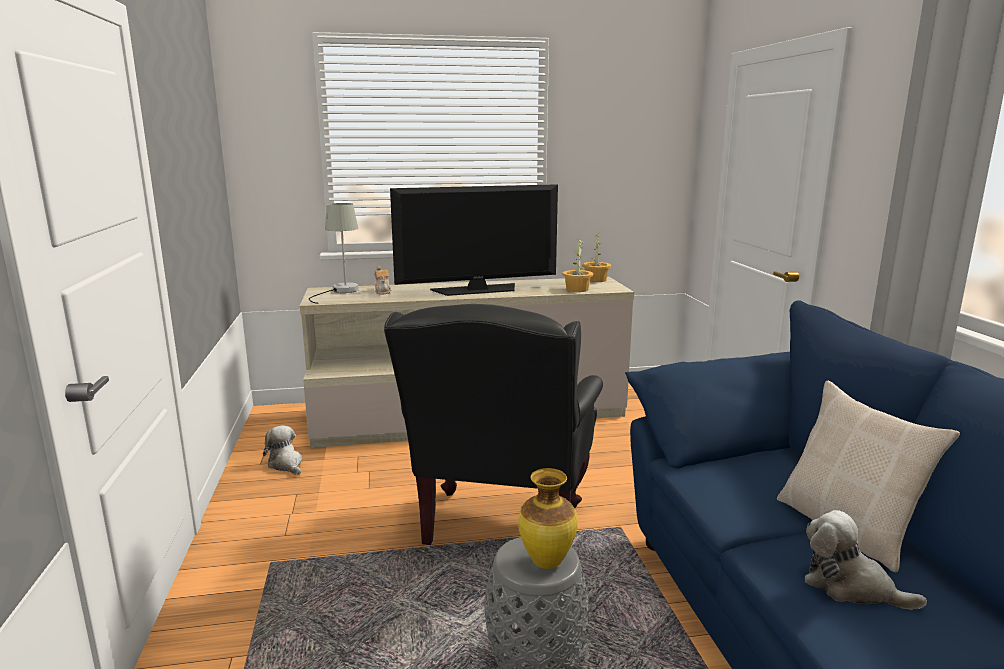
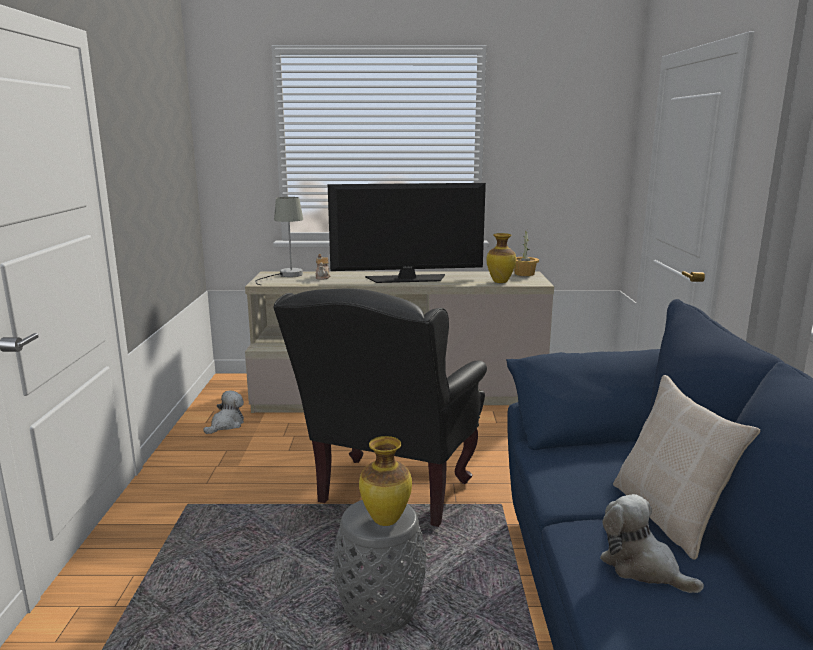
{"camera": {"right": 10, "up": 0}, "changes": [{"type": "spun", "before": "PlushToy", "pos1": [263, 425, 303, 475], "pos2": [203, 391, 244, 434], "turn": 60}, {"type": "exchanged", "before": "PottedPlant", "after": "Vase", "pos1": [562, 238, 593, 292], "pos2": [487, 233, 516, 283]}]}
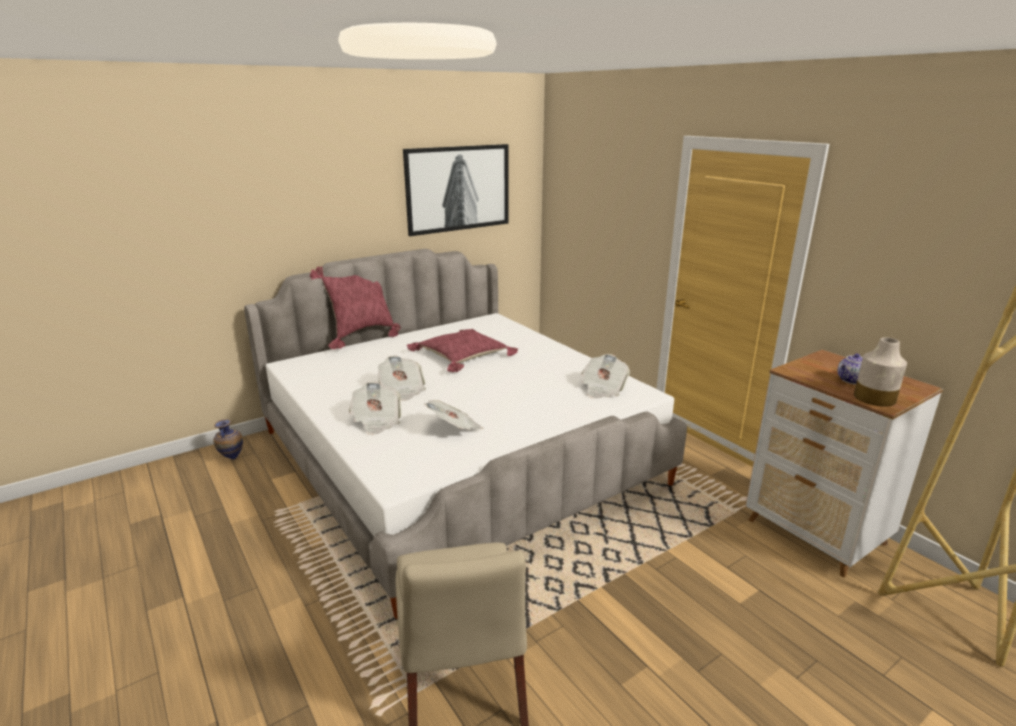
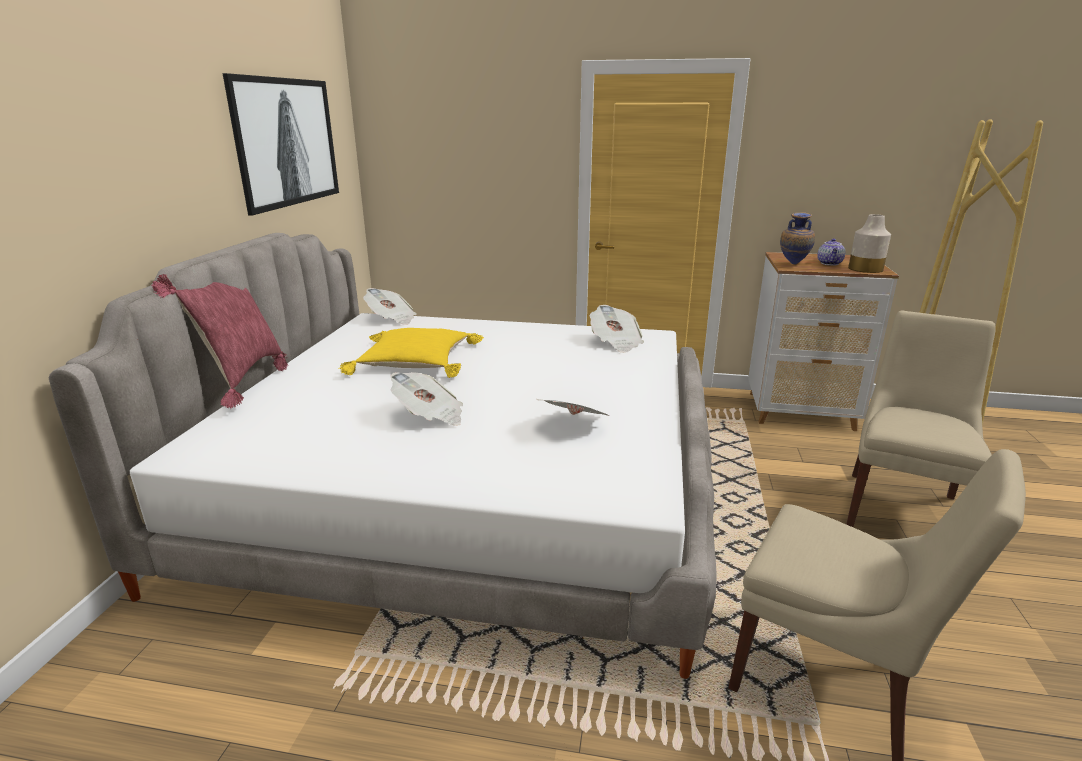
{"camera": {"right": -45, "up": 0}, "changes": [{"type": "relocated", "before": "Vase", "pos1": [213, 419, 243, 460], "pos2": [780, 212, 815, 265]}, {"type": "relocated", "before": "Newspaper", "pos1": [349, 382, 401, 435], "pos2": [363, 288, 417, 325]}, {"type": "colour", "before": "RedPillow", "after": "YellowPillow", "pos1": [407, 329, 518, 372], "pos2": [339, 328, 483, 378]}, {"type": "appeared", "after": "BeigeChair", "pos2": [846, 311, 996, 527]}]}
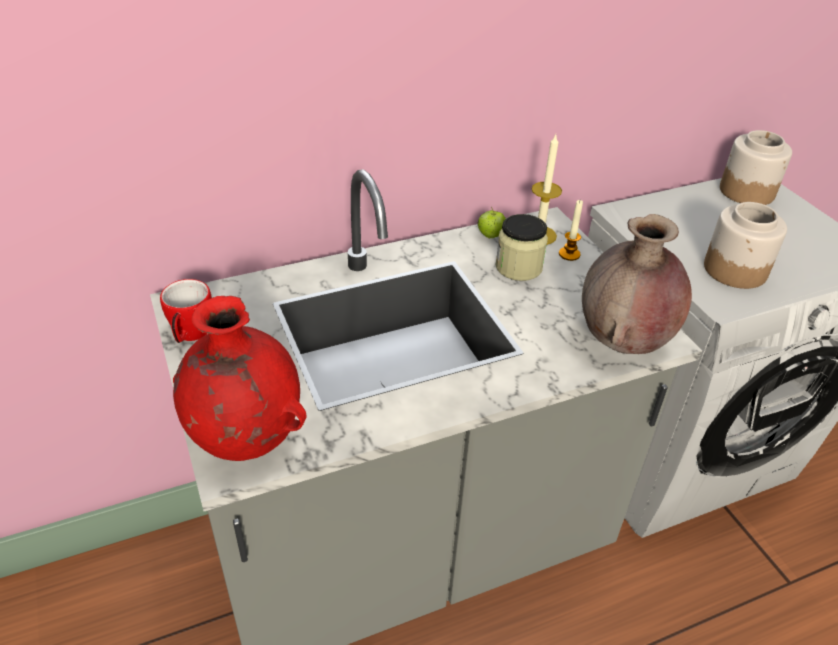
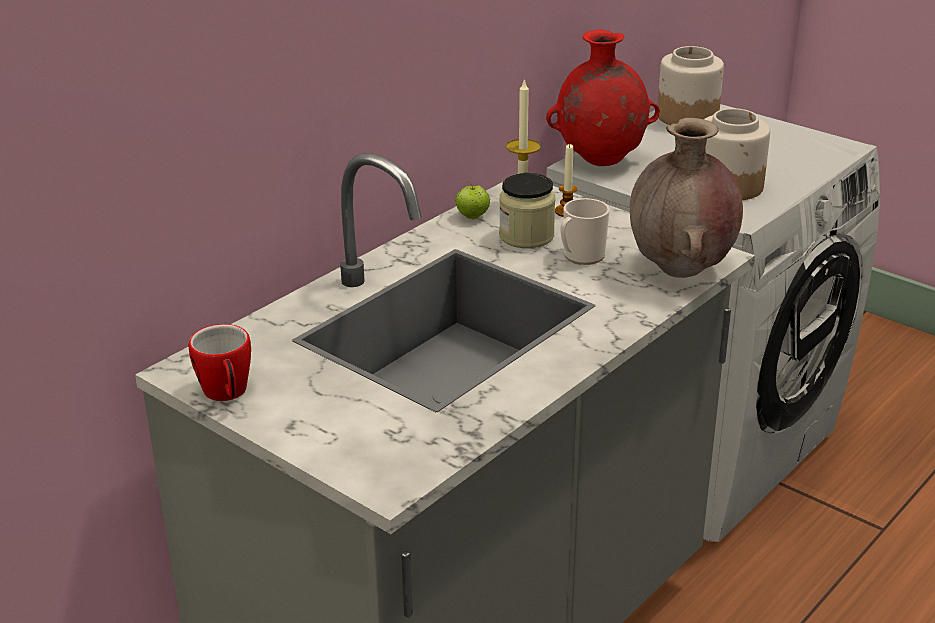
{"camera": {"right": -25, "up": -10}, "changes": [{"type": "relocated", "before": "RedVase", "pos1": [173, 296, 307, 461], "pos2": [546, 29, 660, 166]}, {"type": "appeared", "after": "Mug", "pos2": [560, 198, 610, 265]}]}
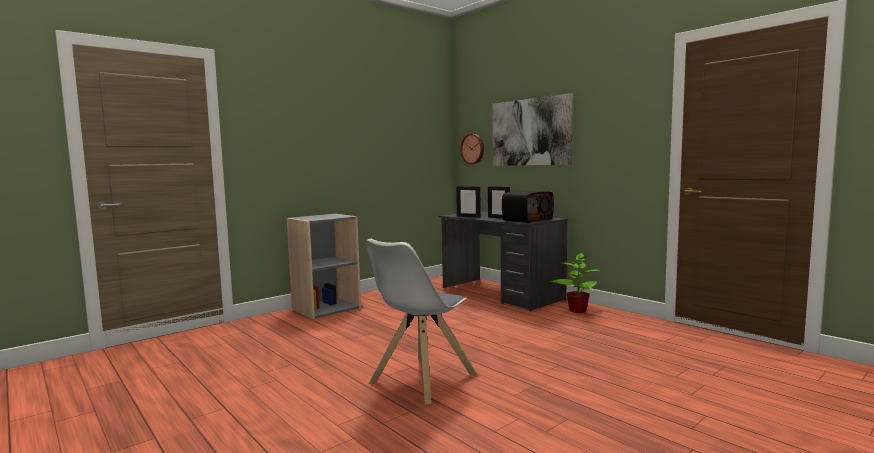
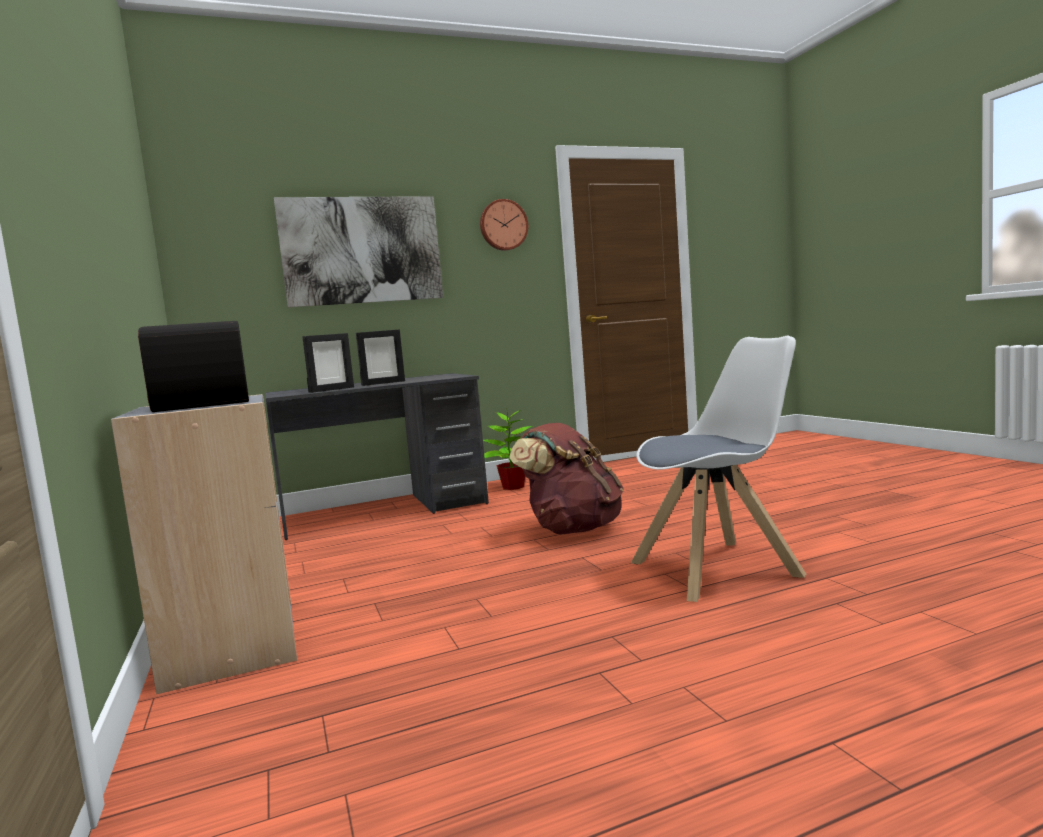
{"camera": {"right": -70, "up": 0}, "changes": [{"type": "spun", "before": "Chair", "pos1": [366, 239, 477, 404], "pos2": [631, 335, 806, 602], "turn": -75}, {"type": "relocated", "before": "WallClock", "pos1": [460, 134, 484, 164], "pos2": [480, 199, 528, 251]}, {"type": "relocated", "before": "Radio", "pos1": [502, 191, 554, 223], "pos2": [138, 321, 249, 412]}, {"type": "appeared", "after": "BrownBackpack", "pos2": [509, 423, 624, 534]}]}
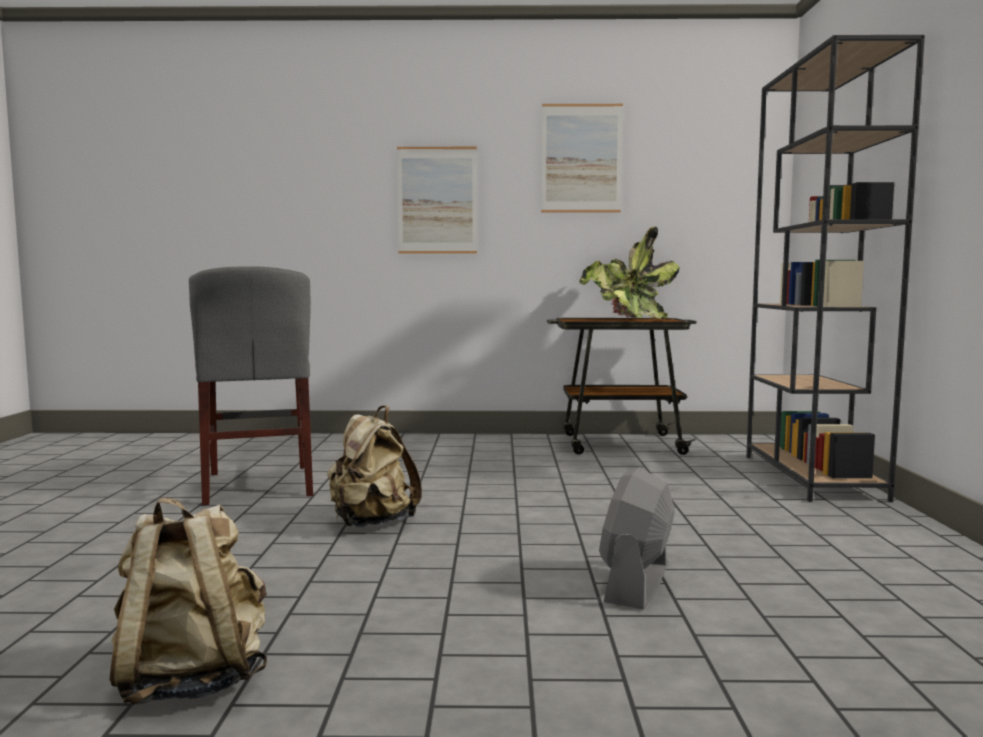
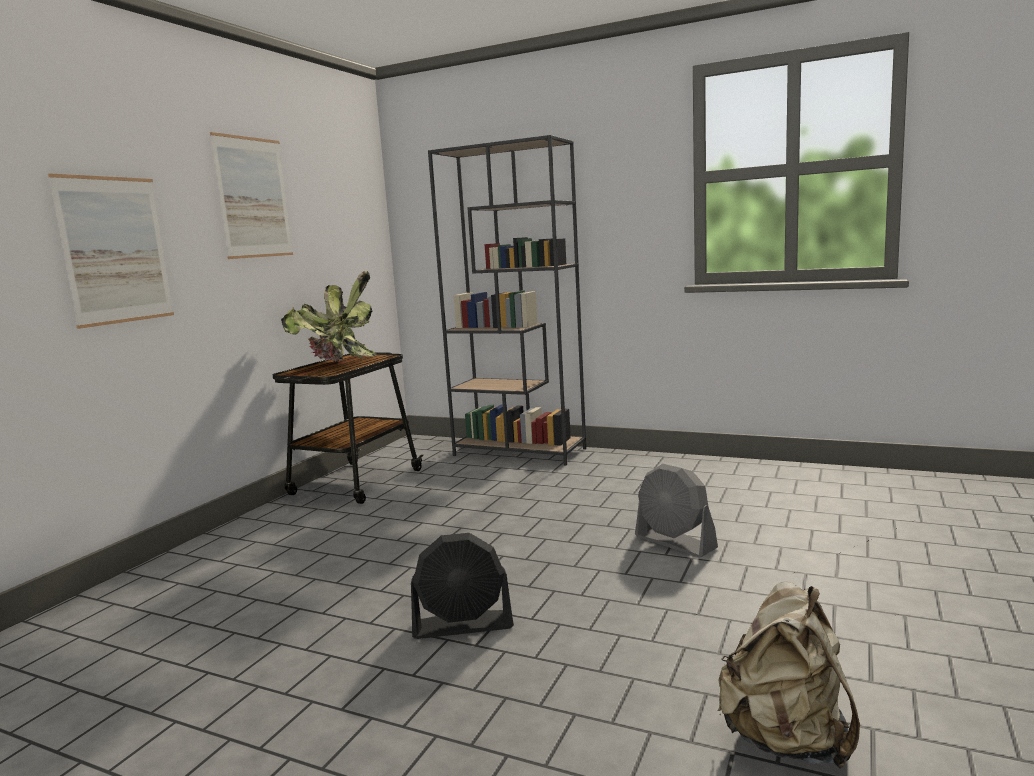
{"camera": {"right": -65, "up": 5}, "changes": [{"type": "missing", "before": "GreyChair", "pos1": [189, 266, 313, 505]}, {"type": "exchanged", "before": "BeigeBackpack", "after": "BlackFan", "pos1": [327, 405, 422, 527], "pos2": [411, 533, 514, 639]}]}
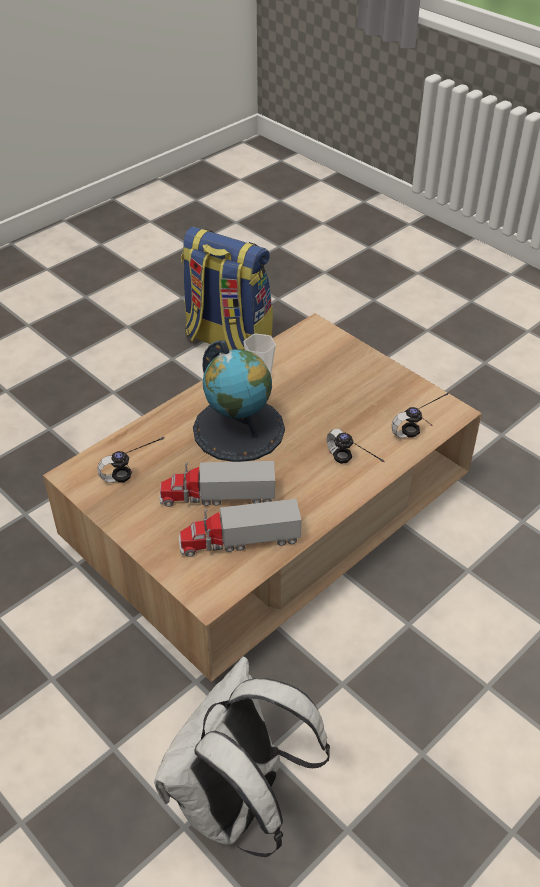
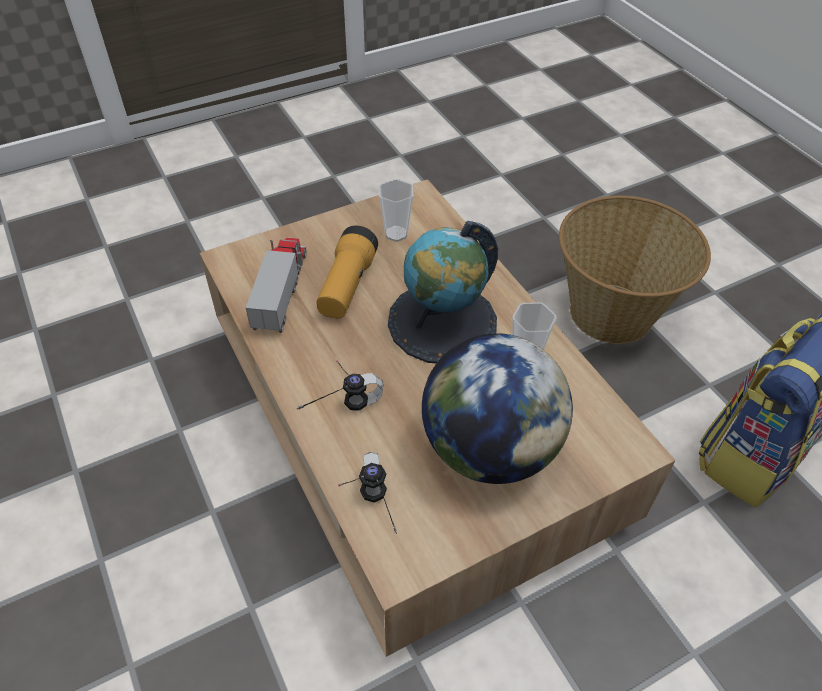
{"camera": {"right": 105, "up": 5}, "changes": [{"type": "exchanged", "before": "Headphones", "after": "Cup", "pos1": [98, 437, 164, 483], "pos2": [379, 179, 413, 242]}, {"type": "missing", "before": "WhiteBackpack", "pos1": [154, 656, 330, 857]}, {"type": "exchanged", "before": "ToyTruck", "after": "Flashlight", "pos1": [160, 461, 275, 507], "pos2": [317, 225, 378, 318]}, {"type": "appeared", "after": "Globe", "pos2": [422, 333, 573, 484]}, {"type": "appeared", "after": "Basket", "pos2": [559, 195, 711, 344]}]}
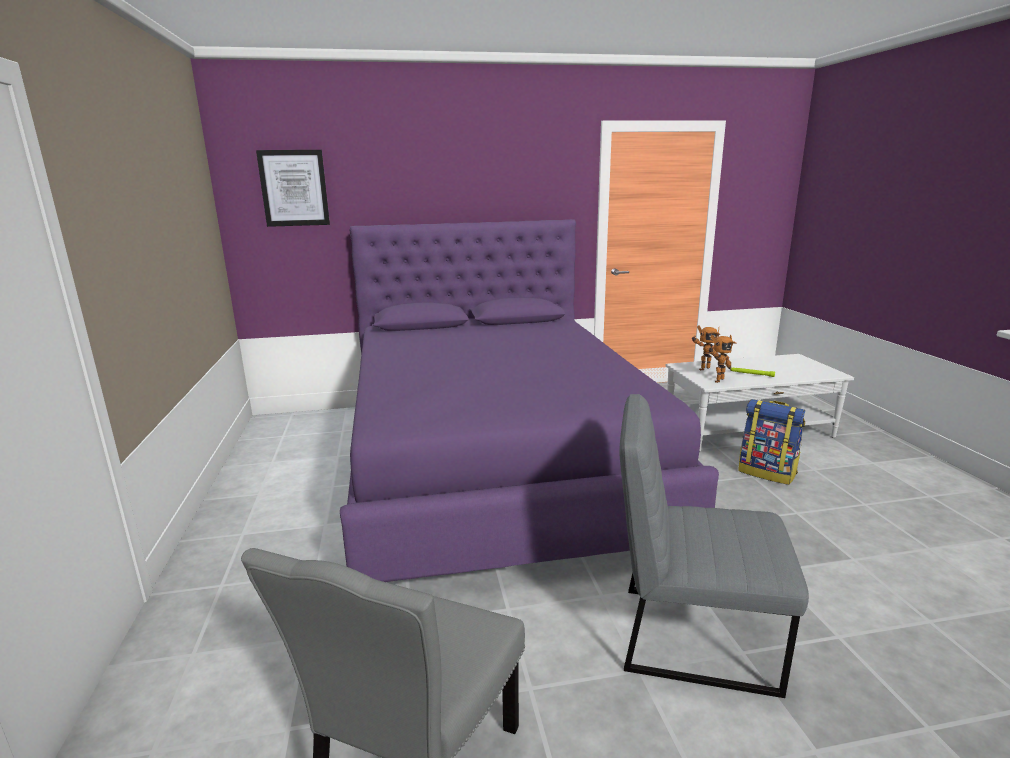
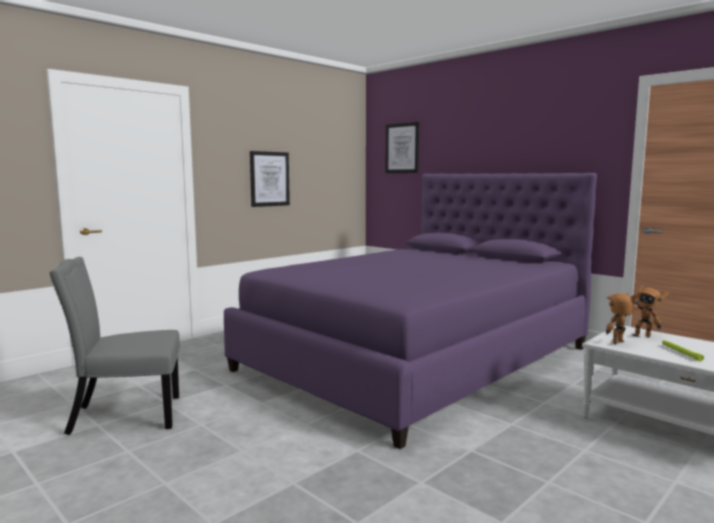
{"camera": {"right": 55, "up": -10}, "changes": [{"type": "missing", "before": "GreyChair", "pos1": [619, 394, 809, 698]}, {"type": "spun", "before": "ToyRobot", "pos1": [709, 335, 737, 383], "pos2": [606, 293, 639, 344], "turn": 135}, {"type": "missing", "before": "Backpack", "pos1": [738, 399, 805, 485]}, {"type": "appeared", "after": "Picture", "pos2": [250, 151, 290, 207]}]}
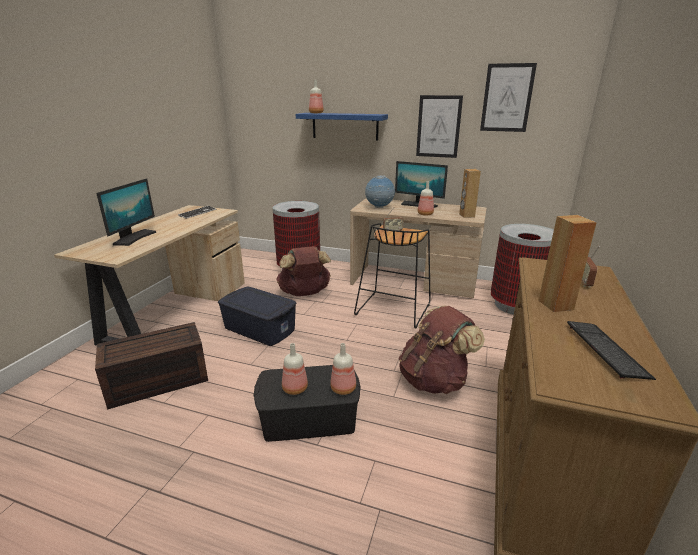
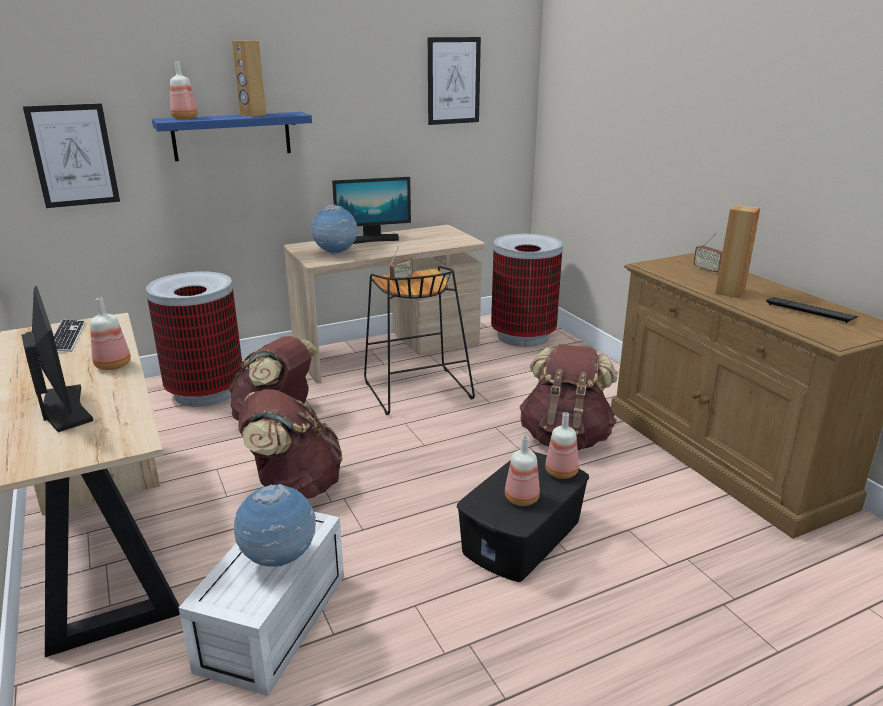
{"camera": {"right": -45, "up": 0}, "changes": [{"type": "colour", "before": "BrownStorageBox", "after": "WhiteStorageBox", "pos1": [95, 322, 208, 410], "pos2": [179, 512, 344, 696]}, {"type": "exchanged", "before": "BlueStorageBox", "after": "BrownBackpack", "pos1": [218, 287, 296, 346], "pos2": [239, 389, 343, 499]}, {"type": "relocated", "before": "Picture", "pos1": [416, 95, 463, 158], "pos2": [23, 103, 120, 208]}, {"type": "relocated", "before": "Bottle", "pos1": [418, 181, 434, 216], "pos2": [90, 298, 131, 370]}, {"type": "relocated", "before": "BrownSpeaker", "pos1": [459, 169, 481, 218], "pos2": [232, 40, 266, 117]}, {"type": "appeared", "after": "Globe", "pos2": [234, 484, 316, 567]}]}
